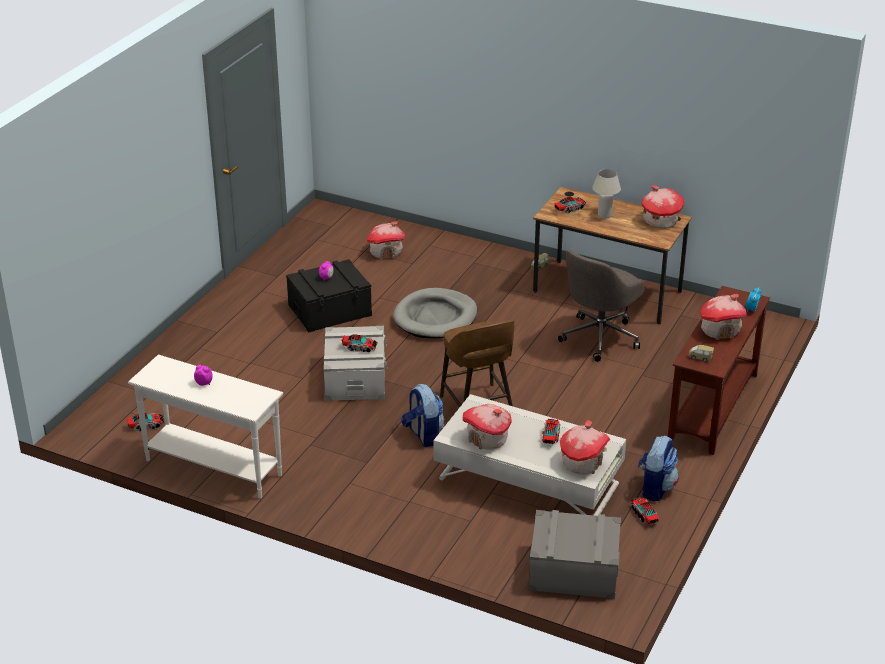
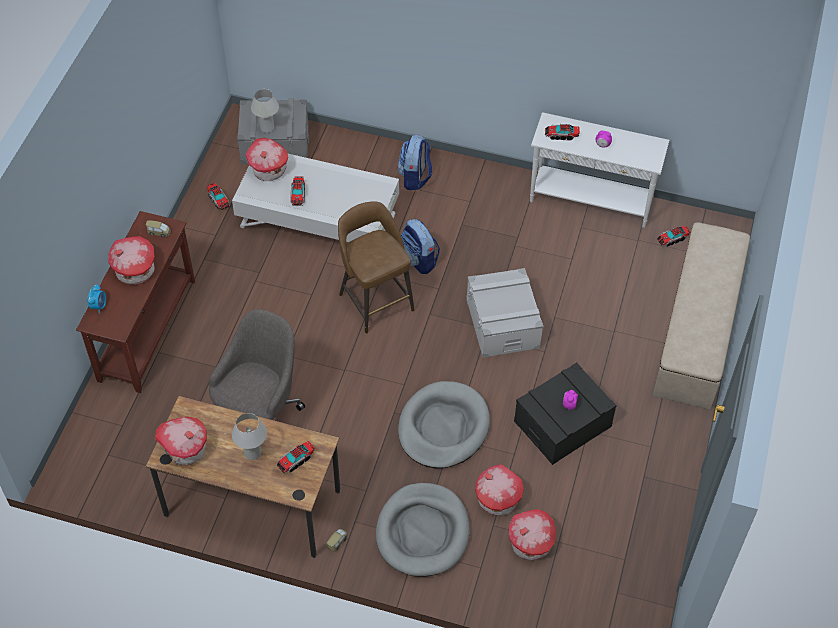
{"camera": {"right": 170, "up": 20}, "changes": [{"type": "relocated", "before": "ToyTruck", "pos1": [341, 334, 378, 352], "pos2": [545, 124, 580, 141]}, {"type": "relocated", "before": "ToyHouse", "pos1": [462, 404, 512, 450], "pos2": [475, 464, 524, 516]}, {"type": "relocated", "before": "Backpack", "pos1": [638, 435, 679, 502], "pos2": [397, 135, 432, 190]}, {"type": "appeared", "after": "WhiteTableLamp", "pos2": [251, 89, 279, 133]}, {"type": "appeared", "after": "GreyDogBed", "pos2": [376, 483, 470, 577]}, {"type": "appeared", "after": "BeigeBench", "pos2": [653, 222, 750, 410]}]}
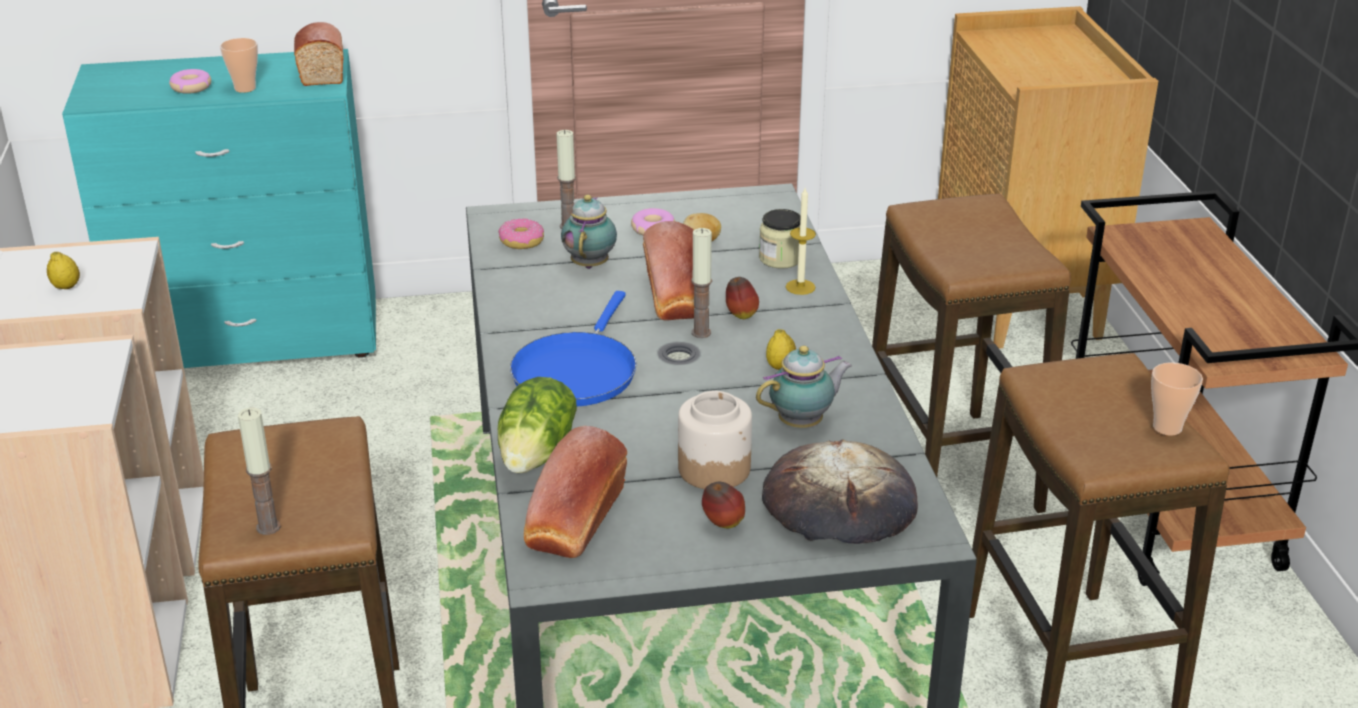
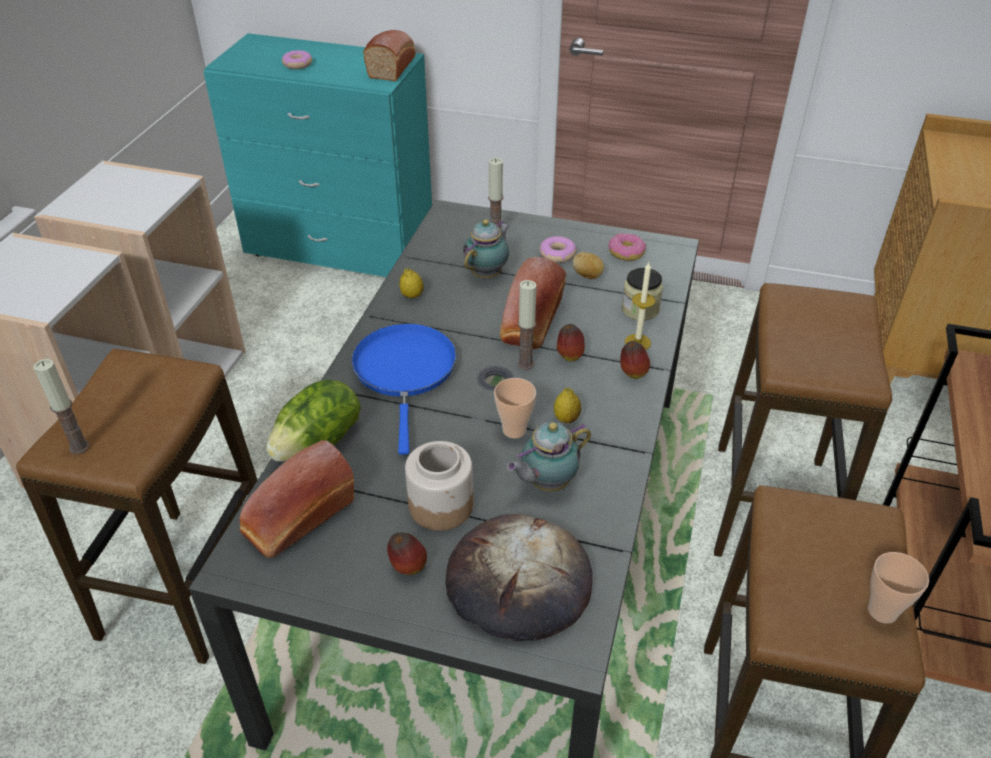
{"camera": {"right": 25, "up": 10}, "changes": [{"type": "relocated", "before": "Lemon", "pos1": [47, 252, 80, 289], "pos2": [399, 268, 424, 298]}, {"type": "relocated", "before": "Cup", "pos1": [220, 38, 258, 93], "pos2": [494, 378, 536, 438]}, {"type": "relocated", "before": "Donut", "pos1": [498, 218, 544, 249], "pos2": [609, 233, 646, 261]}, {"type": "spun", "before": "BlueFryingPan", "pos1": [510, 291, 636, 406], "pos2": [351, 324, 456, 455], "turn": 135}, {"type": "spun", "before": "Teapot", "pos1": [756, 345, 852, 428], "pos2": [506, 422, 591, 492], "turn": 150}, {"type": "appeared", "after": "Apple", "pos2": [620, 341, 650, 379]}]}
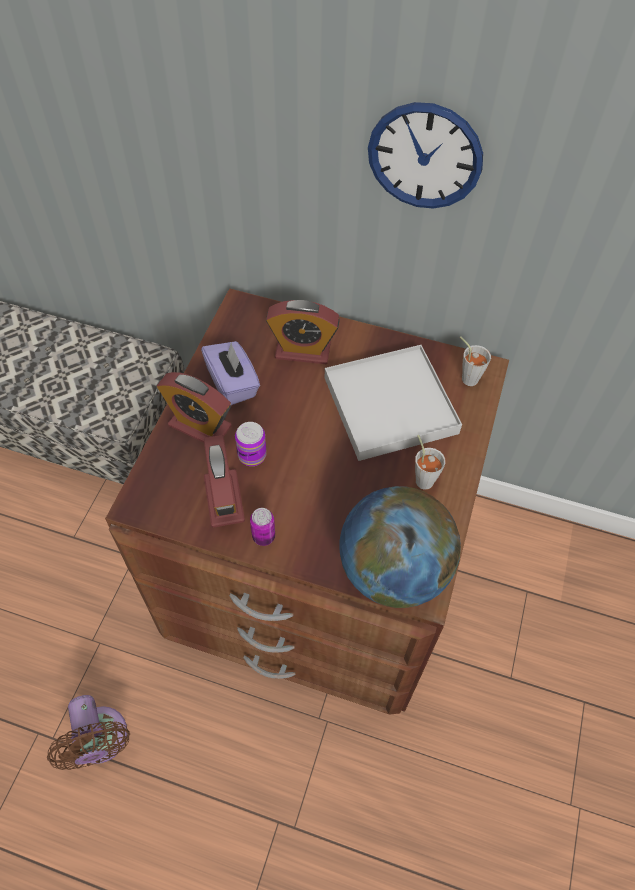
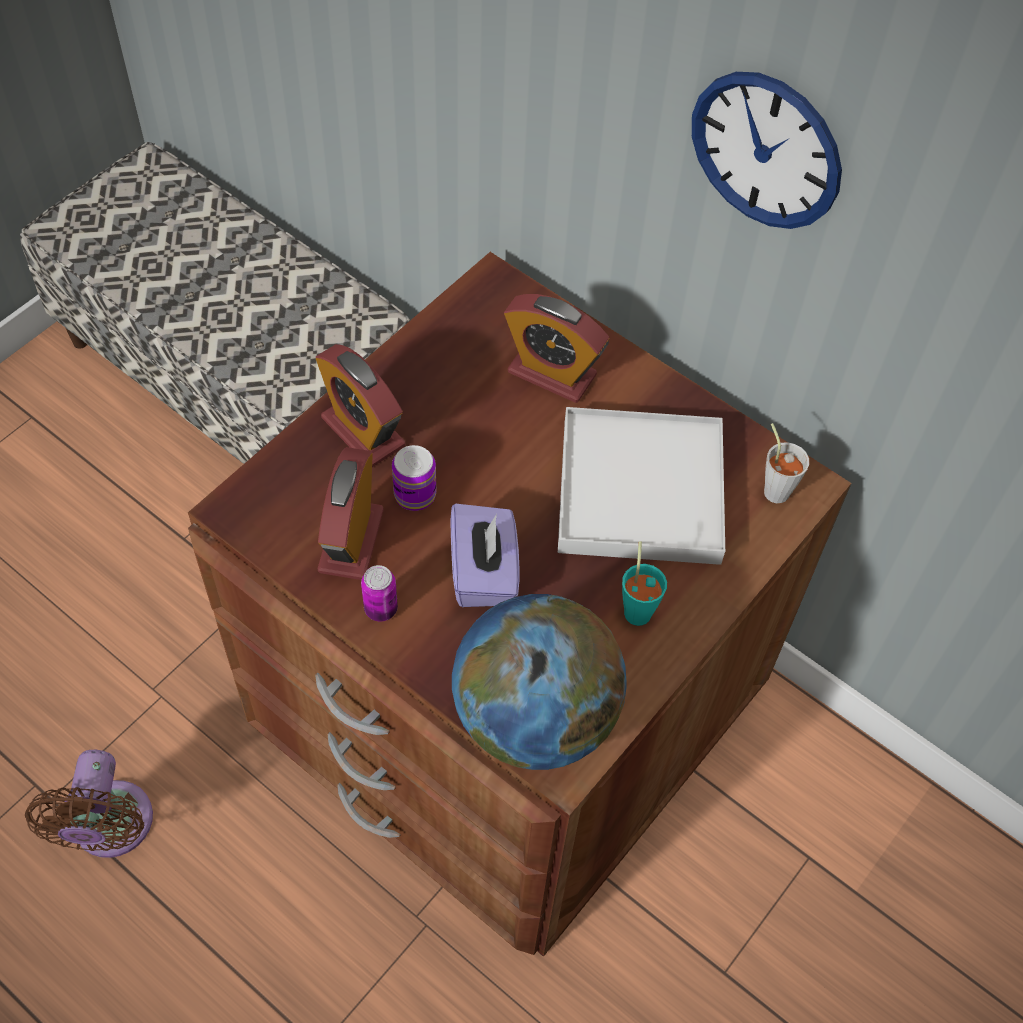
{"camera": {"right": 20, "up": 0}, "changes": [{"type": "relocated", "before": "PurpleTissueBox", "pos1": [201, 341, 260, 406], "pos2": [450, 504, 520, 607]}, {"type": "colour", "before": "GreyCup", "after": "TurquoiseCup", "pos1": [415, 435, 445, 490], "pos2": [622, 541, 667, 626]}]}
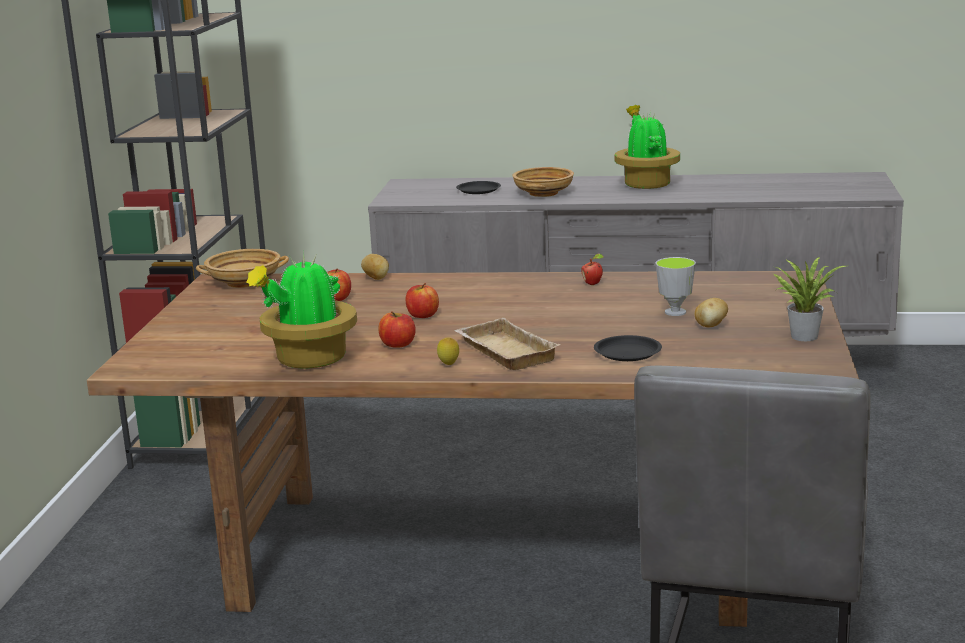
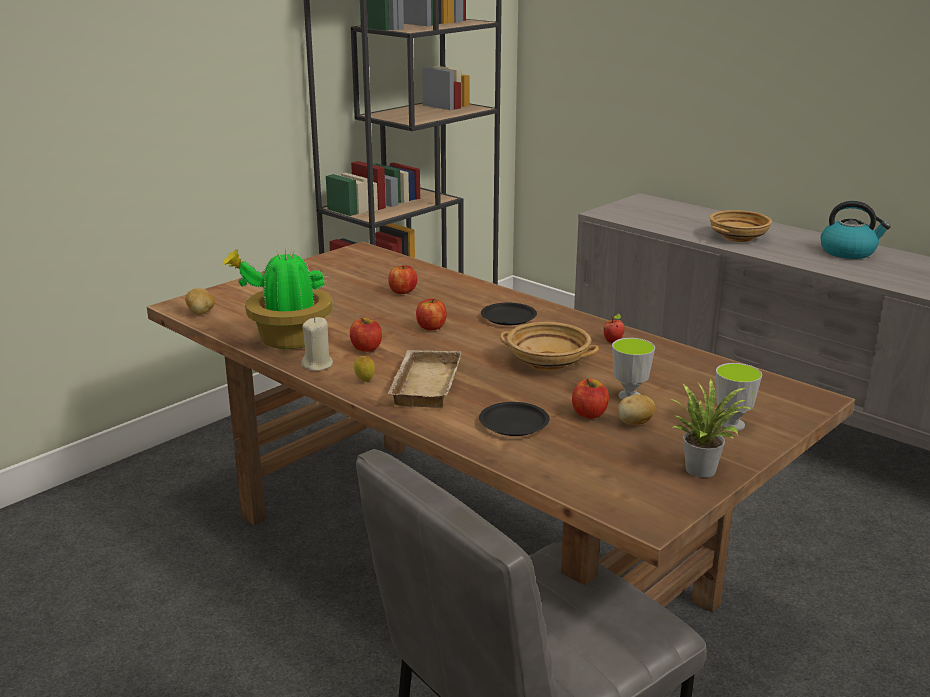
{"camera": {"right": 35, "up": 5}, "changes": [{"type": "relocated", "before": "BeigeBowl", "pos1": [196, 249, 289, 288], "pos2": [500, 322, 599, 371]}, {"type": "relocated", "before": "Potato", "pos1": [361, 254, 389, 280], "pos2": [185, 288, 215, 315]}, {"type": "relocated", "before": "BlackPlate", "pos1": [456, 181, 501, 194], "pos2": [481, 303, 537, 325]}, {"type": "exchanged", "before": "PottedPlant", "after": "Kettle", "pos1": [615, 105, 680, 189], "pos2": [820, 201, 891, 259]}, {"type": "appeared", "after": "BeigeCandle", "pos2": [301, 317, 333, 371]}, {"type": "appeared", "after": "Apple", "pos2": [572, 378, 609, 419]}, {"type": "appeared", "after": "Cup", "pos2": [716, 363, 762, 431]}]}
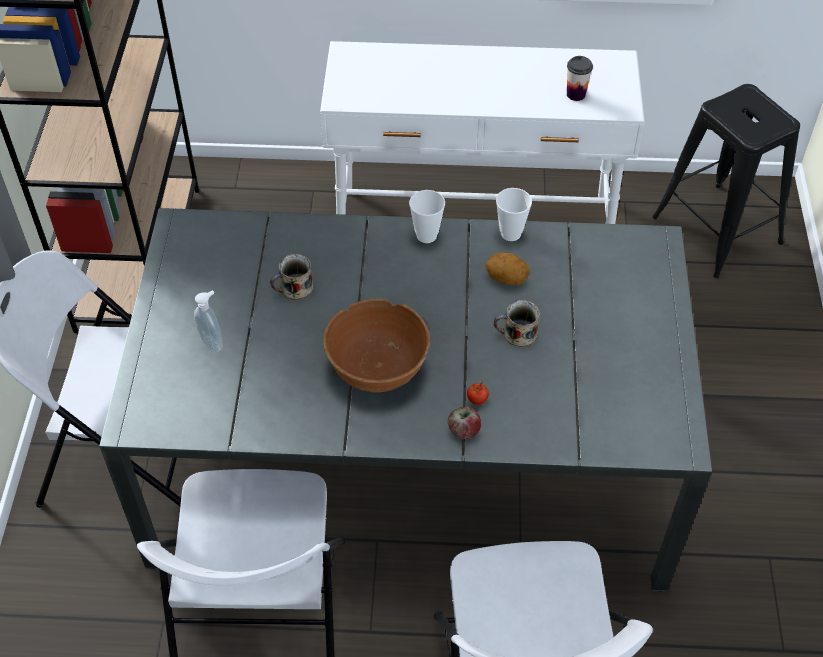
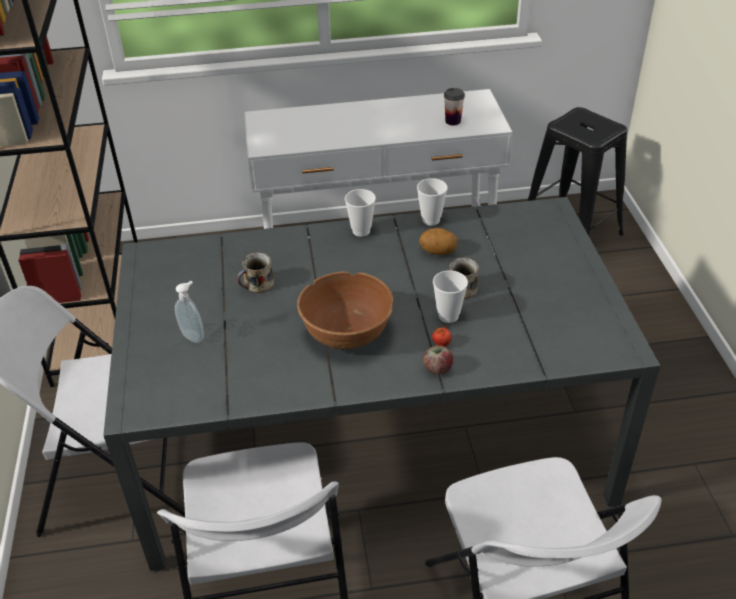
{"camera": {"right": -10, "up": -10}, "changes": [{"type": "appeared", "after": "Cup", "pos2": [433, 270, 468, 323]}]}
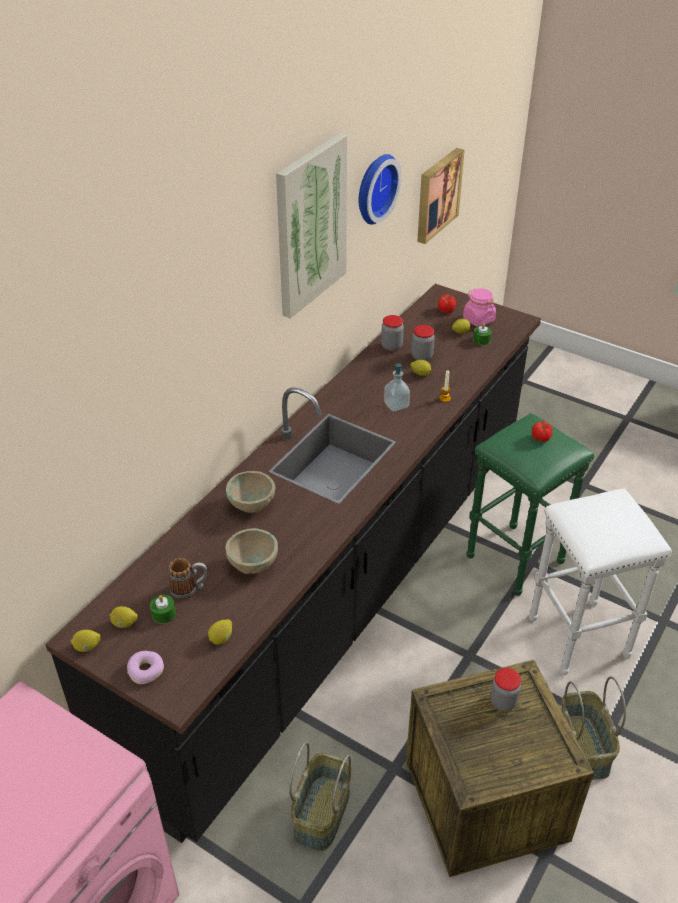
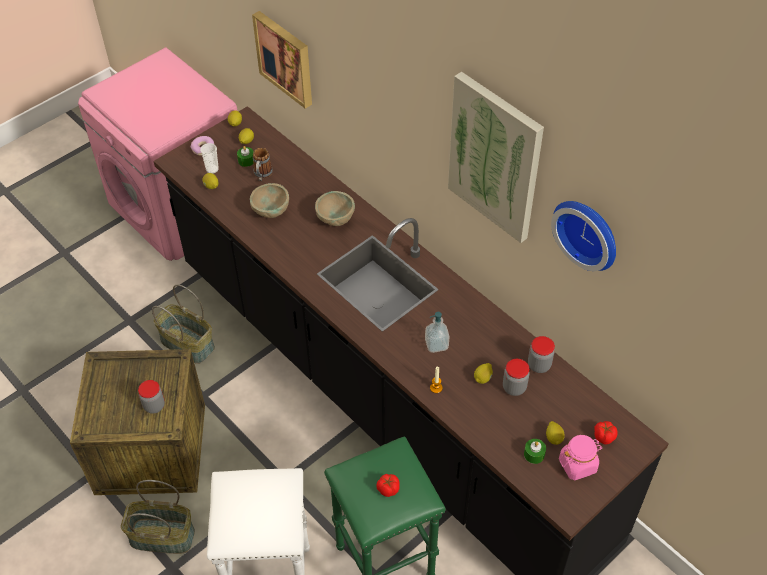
{"camera": {"right": 105, "up": 10}, "changes": [{"type": "relocated", "before": "Picture", "pos1": [417, 148, 465, 244], "pos2": [252, 11, 312, 109]}, {"type": "appeared", "after": "Cup", "pos2": [200, 143, 219, 174]}]}
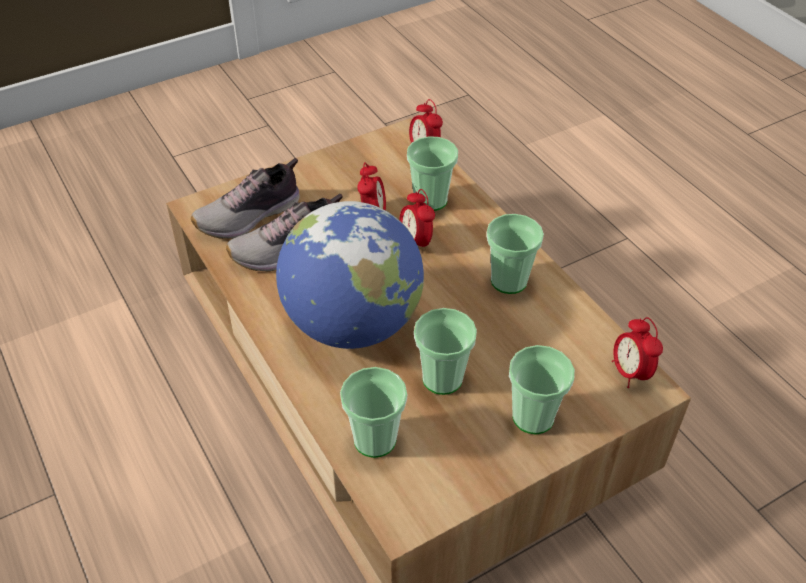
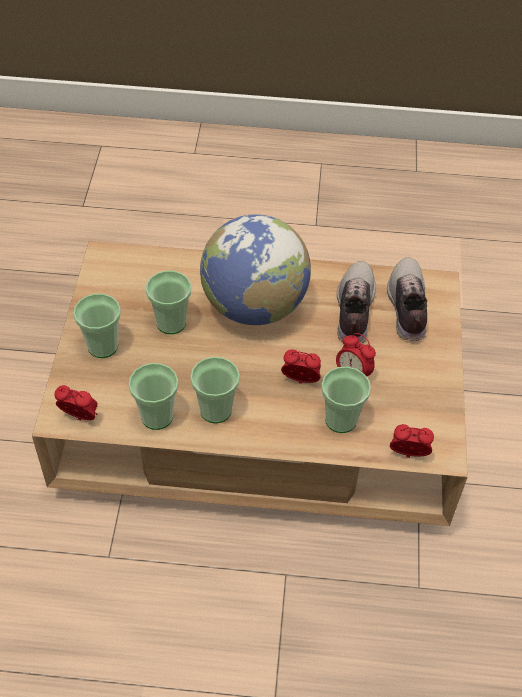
{"camera": {"right": 125, "up": 5}, "changes": [{"type": "relocated", "before": "Cup", "pos1": [340, 367, 407, 458], "pos2": [128, 363, 178, 430]}]}
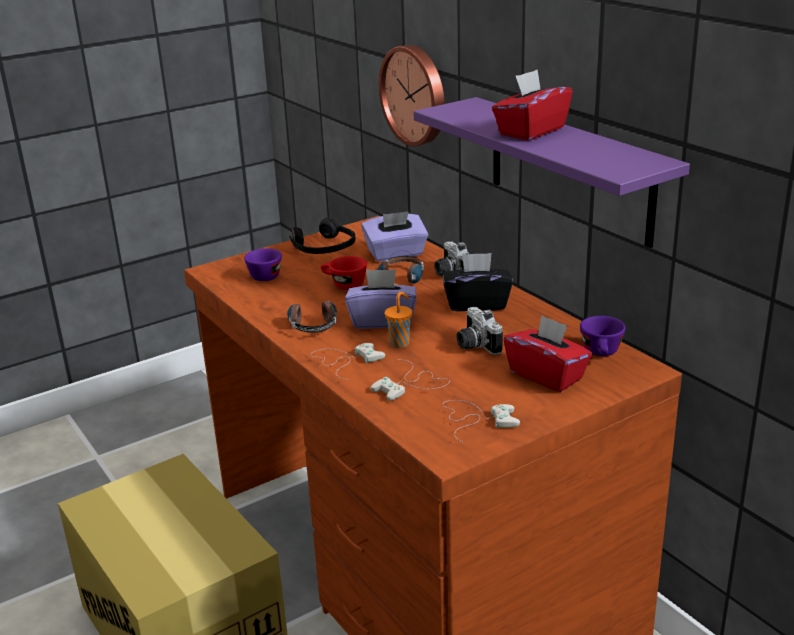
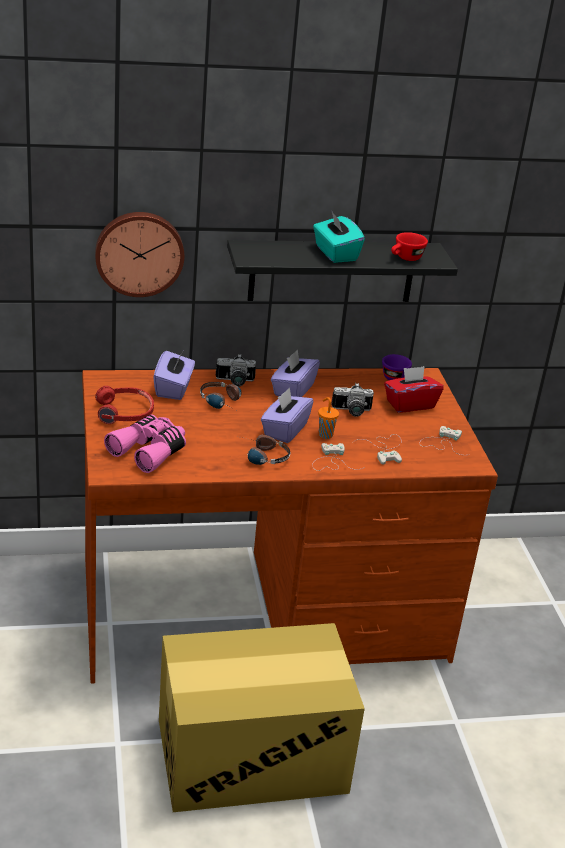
{"camera": {"right": -70, "up": 5}, "changes": [{"type": "exchanged", "before": "PurpleCup", "after": "PinkBinoculars", "pos1": [244, 248, 282, 281], "pos2": [104, 415, 186, 473]}, {"type": "colour", "before": "BlackHeadphones", "after": "RedHeadphones", "pos1": [290, 218, 356, 254], "pos2": [95, 386, 154, 424]}, {"type": "relocated", "before": "RedCup", "pos1": [321, 256, 367, 290], "pos2": [391, 232, 428, 261]}, {"type": "colour", "before": "PurpleShelf", "after": "BlackShelf", "pos1": [414, 97, 690, 248], "pos2": [227, 240, 458, 302]}, {"type": "colour", "before": "BlackTissueBox", "after": "PurpleTissueBox", "pos1": [443, 253, 513, 311], "pos2": [271, 349, 320, 397]}, {"type": "colour", "before": "RedTissueBox", "after": "TurquoiseTissueBox", "pos1": [492, 69, 573, 141], "pos2": [313, 210, 365, 263]}]}
